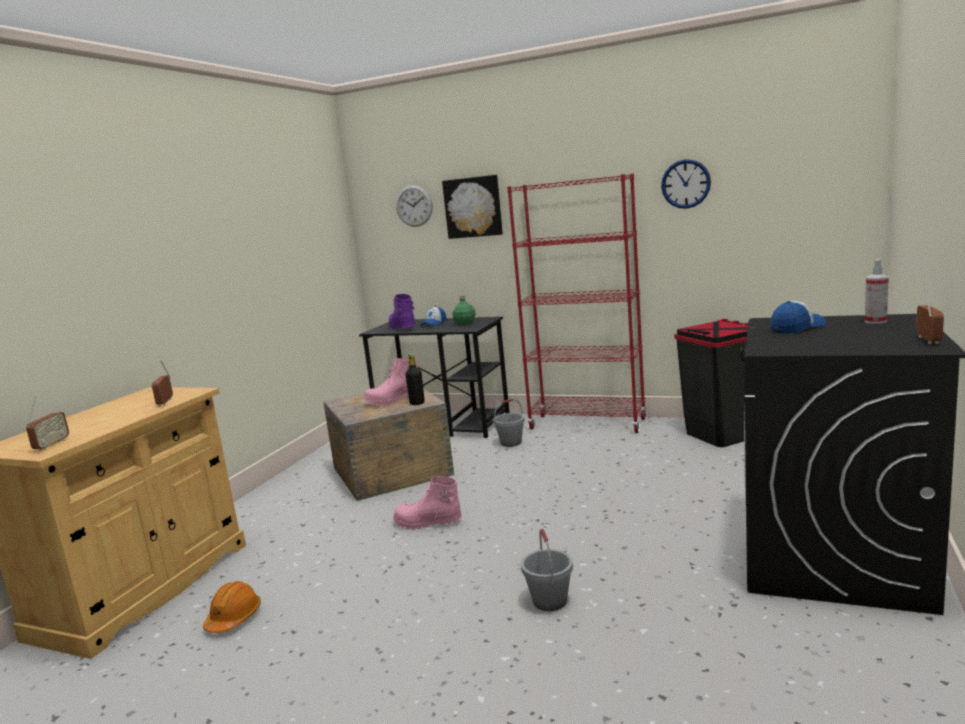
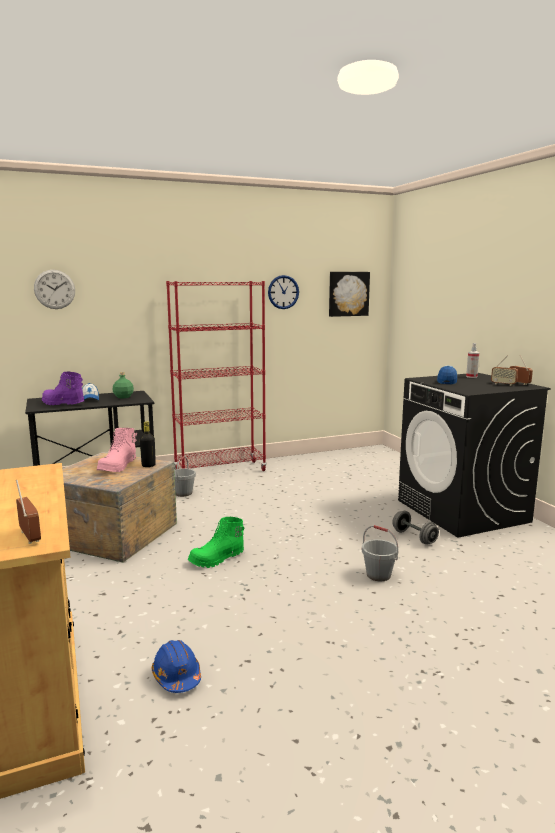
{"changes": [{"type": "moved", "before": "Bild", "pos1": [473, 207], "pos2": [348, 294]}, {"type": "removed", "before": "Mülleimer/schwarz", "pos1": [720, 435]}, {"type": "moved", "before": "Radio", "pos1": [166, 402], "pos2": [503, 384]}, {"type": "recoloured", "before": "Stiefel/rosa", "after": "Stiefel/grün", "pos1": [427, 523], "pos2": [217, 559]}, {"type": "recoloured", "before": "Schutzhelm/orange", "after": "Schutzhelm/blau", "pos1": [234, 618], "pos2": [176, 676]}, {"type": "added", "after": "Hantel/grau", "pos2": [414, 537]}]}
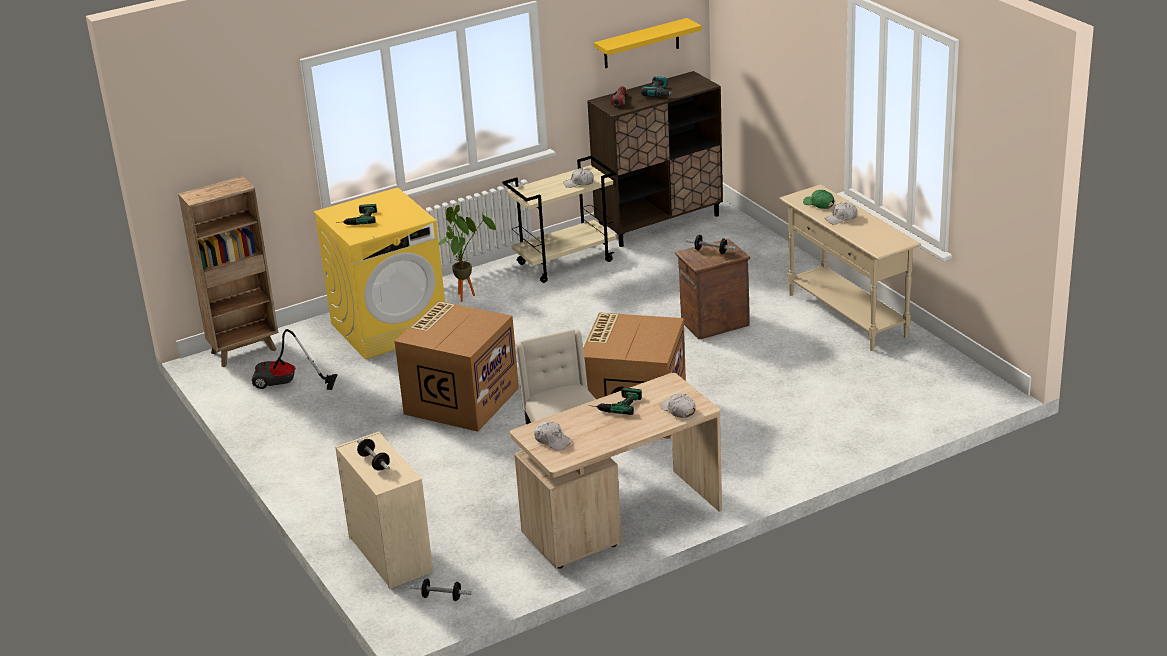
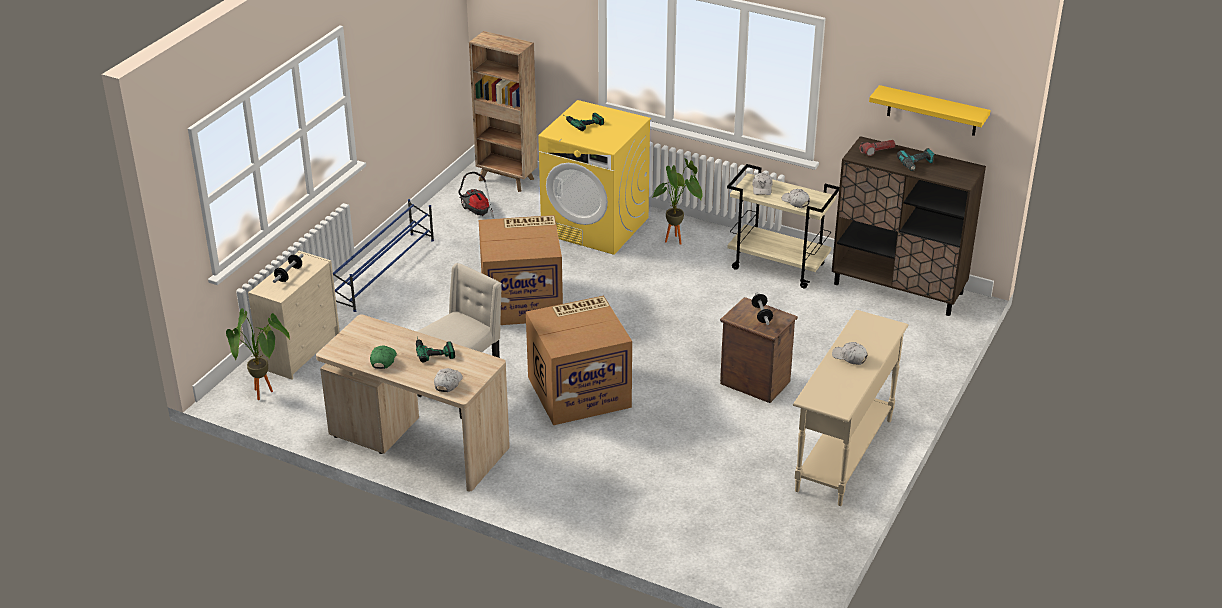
{"changes": [{"type": "moved", "before": "Kappe/grün", "pos1": [819, 204], "pos2": [383, 360]}, {"type": "moved", "before": "Kappe/weiß", "pos1": [553, 440], "pos2": [762, 188]}, {"type": "replaced", "before": "Hantel", "after": "Topfpflanze", "pos1": [442, 597], "pos2": [264, 396]}, {"type": "added", "after": "Schuhregal/blau", "pos2": [385, 271]}]}
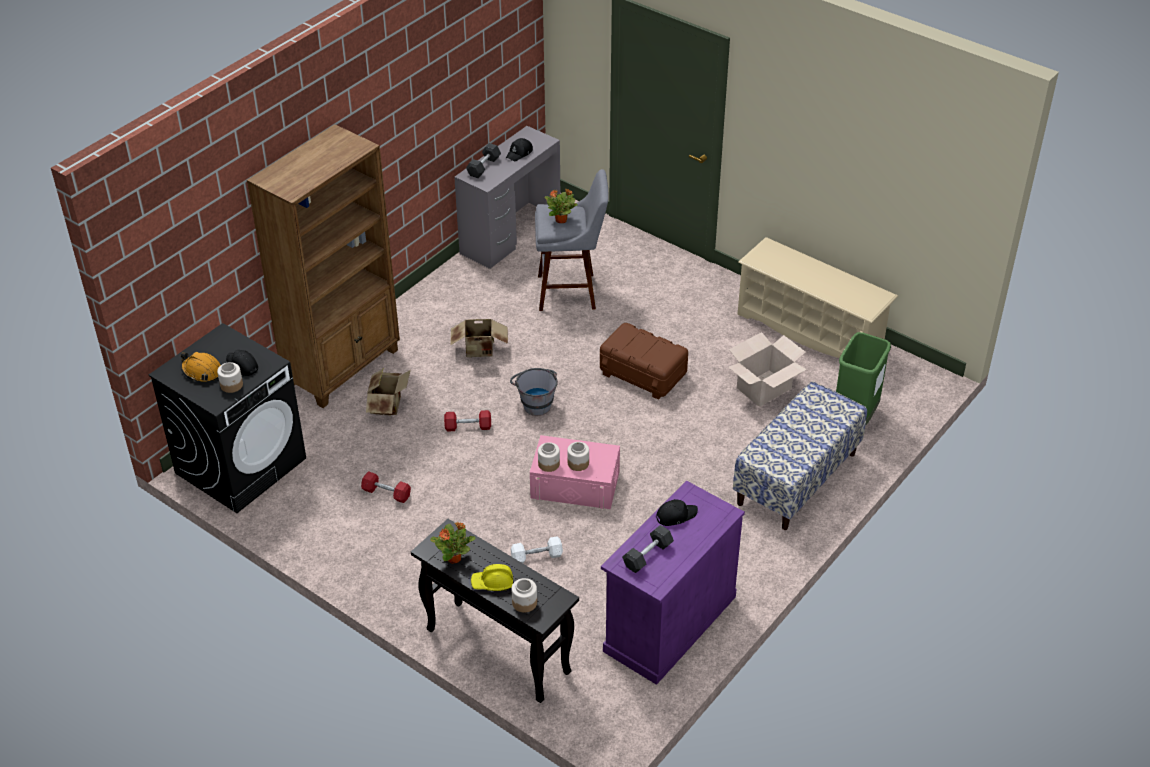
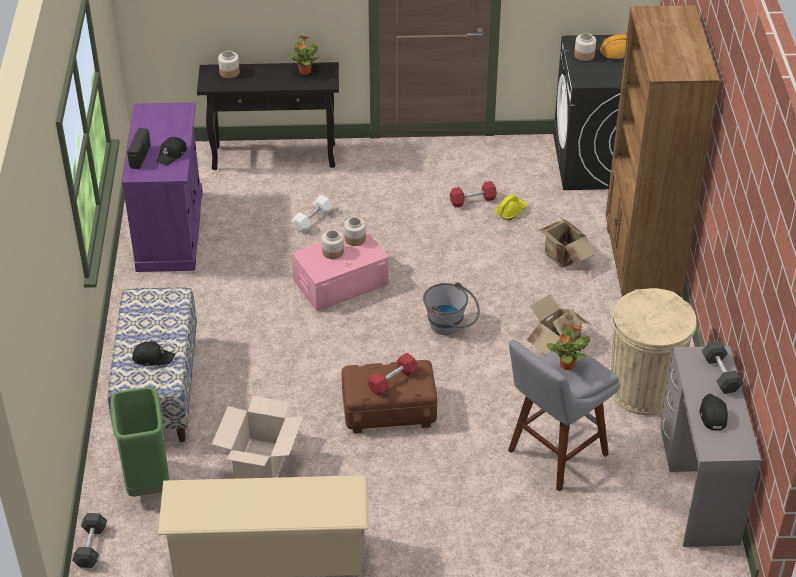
{"changes": [{"type": "moved", "before": "Kappe/schwarz", "pos1": [242, 365], "pos2": [152, 357]}, {"type": "moved", "before": "Hantel/rot", "pos1": [468, 427], "pos2": [392, 381]}, {"type": "moved", "before": "Hantel/grau", "pos1": [647, 555], "pos2": [91, 546]}, {"type": "moved", "before": "Schutzhelm/gelb", "pos1": [492, 583], "pos2": [510, 211]}, {"type": "added", "after": "Radio", "pos2": [140, 157]}, {"type": "added", "after": "Mülleimer/beige", "pos2": [643, 390]}]}
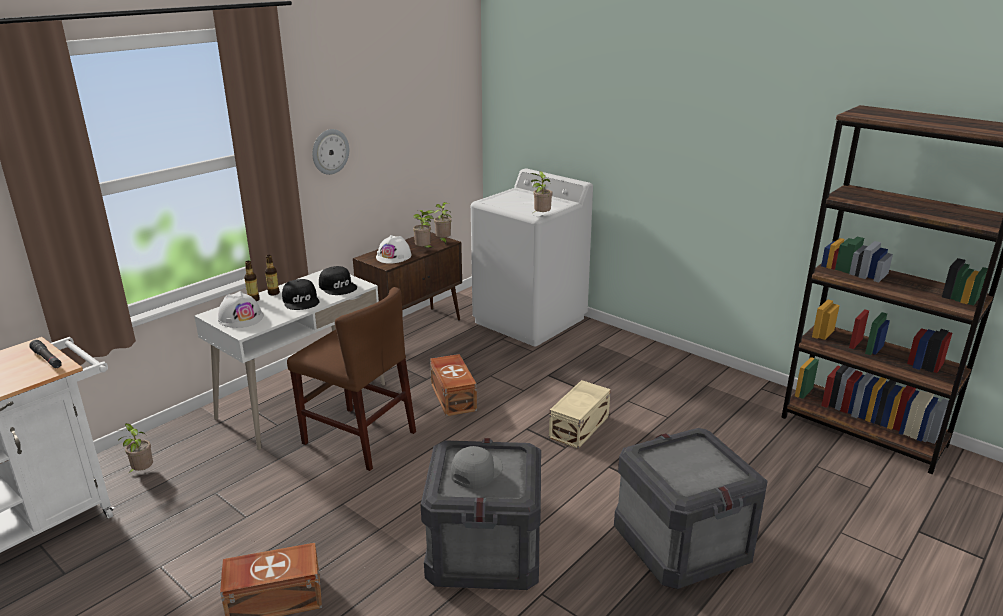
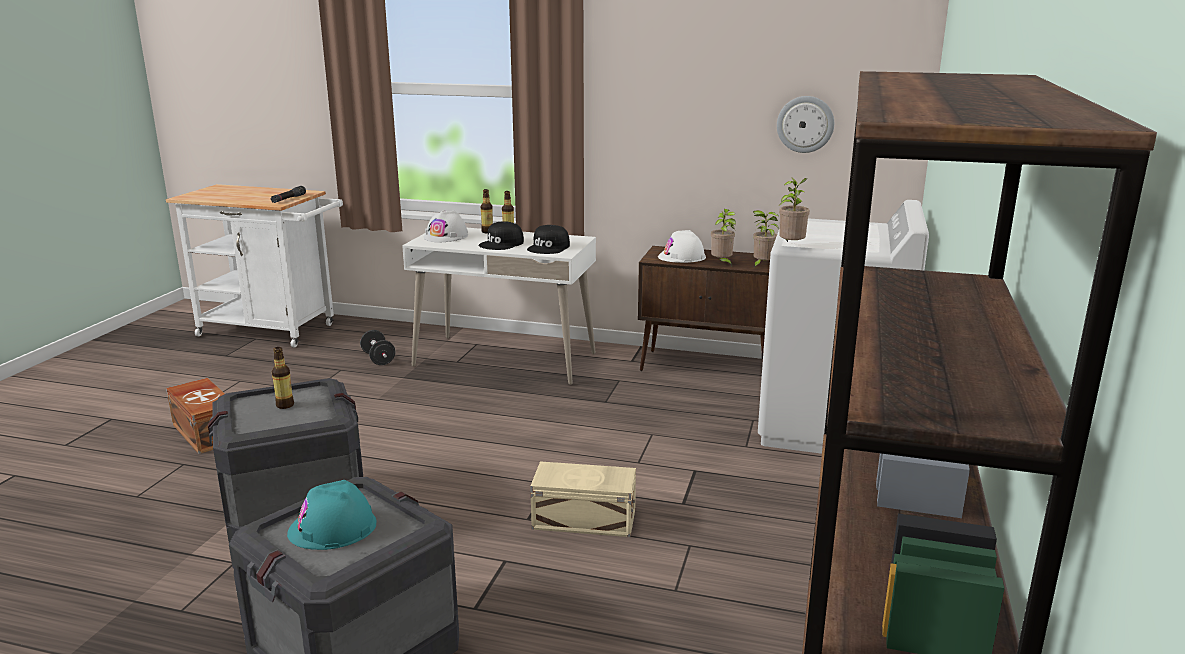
{"changes": [{"type": "moved", "before": "Wanduhr", "pos1": [330, 151], "pos2": [805, 124]}, {"type": "removed", "before": "Stuhl/braun", "pos1": [359, 437]}, {"type": "removed", "before": "Aufbewahrungsbox/braun", "pos1": [454, 396]}, {"type": "removed", "before": "Topfpflanze", "pos1": [142, 471]}, {"type": "replaced", "before": "Kappe/grau", "after": "Flasche", "pos1": [476, 471], "pos2": [285, 405]}, {"type": "added", "after": "Hantel/schwarz", "pos2": [378, 359]}, {"type": "added", "after": "Schutzhelm/türkis", "pos2": [332, 528]}]}
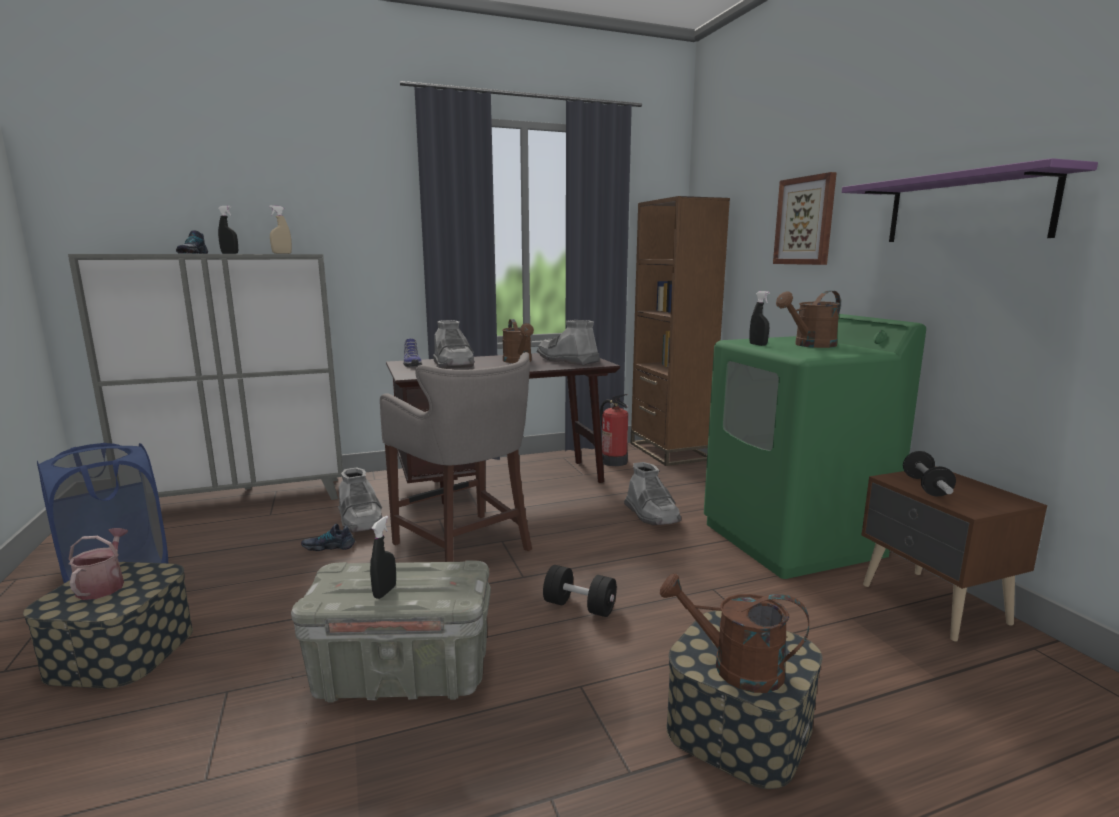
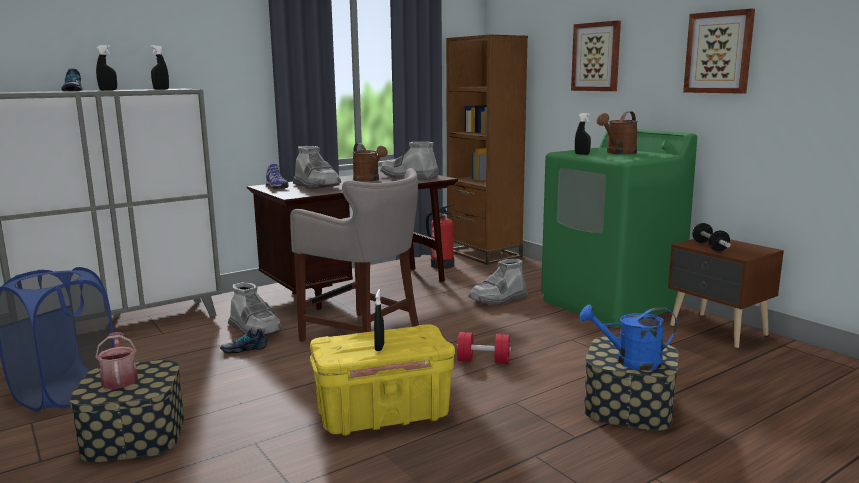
{"changes": [{"type": "replaced", "before": "Wandregal/lila", "after": "Bild", "pos1": [966, 209], "pos2": [719, 52]}, {"type": "recoloured", "before": "Sprühflasche/beige", "after": "Sprühflasche/schwarz", "pos1": [282, 253], "pos2": [161, 89]}, {"type": "turned", "before": "Stiefel/grau", "pos1": [652, 515], "pos2": [498, 299], "turn": 90}, {"type": "recoloured", "before": "Aufbewahrungsbox/grau", "after": "Aufbewahrungsbox/gelb", "pos1": [401, 675], "pos2": [382, 415]}, {"type": "recoloured", "before": "Hantel/schwarz", "after": "Hantel/rot", "pos1": [579, 606], "pos2": [483, 361]}, {"type": "recoloured", "before": "Gießkanne/braun", "after": "Gießkanne/blau", "pos1": [734, 668], "pos2": [630, 361]}]}
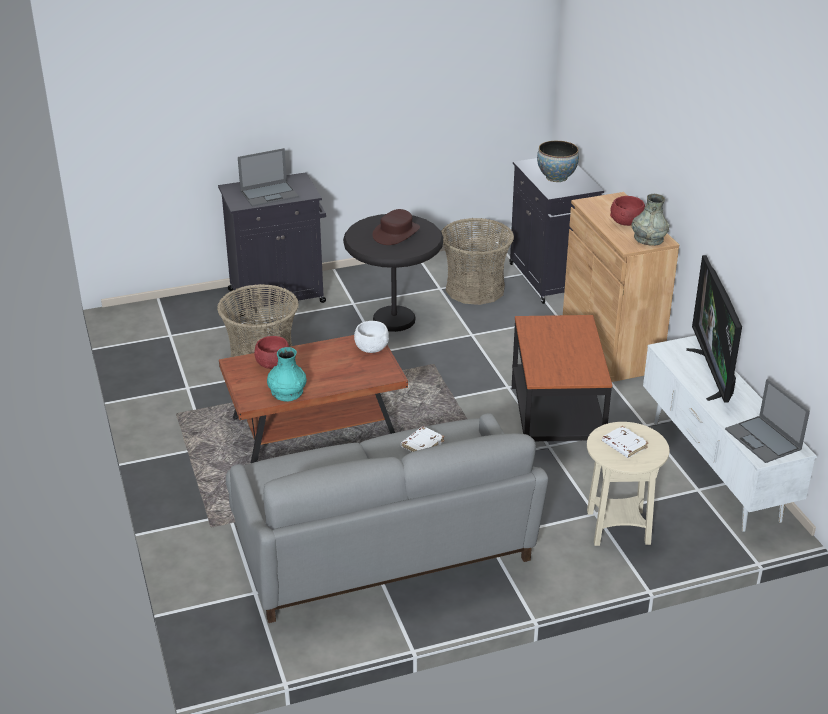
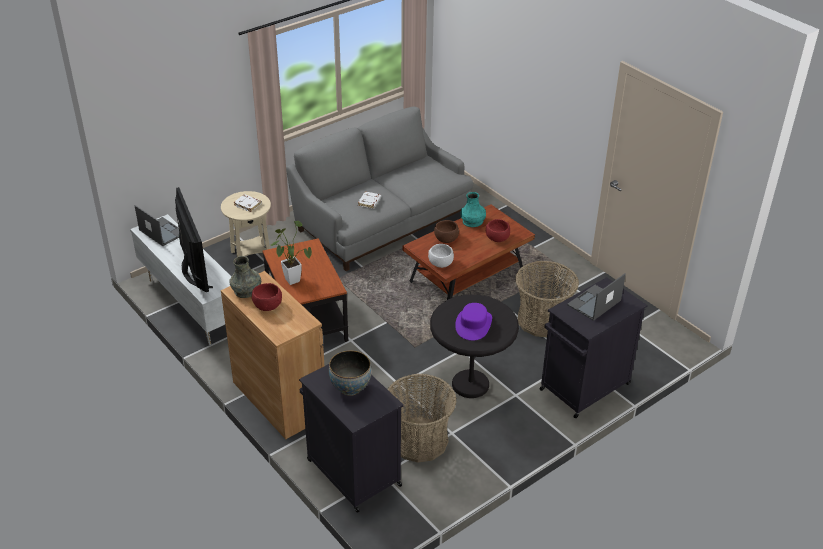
{"changes": [{"type": "recoloured", "before": "Hut/braun", "after": "Hut/lila", "pos1": [396, 233], "pos2": [473, 324]}, {"type": "added", "after": "Schüssel/braun", "pos2": [445, 239]}, {"type": "added", "after": "Topfpflanze", "pos2": [291, 278]}]}
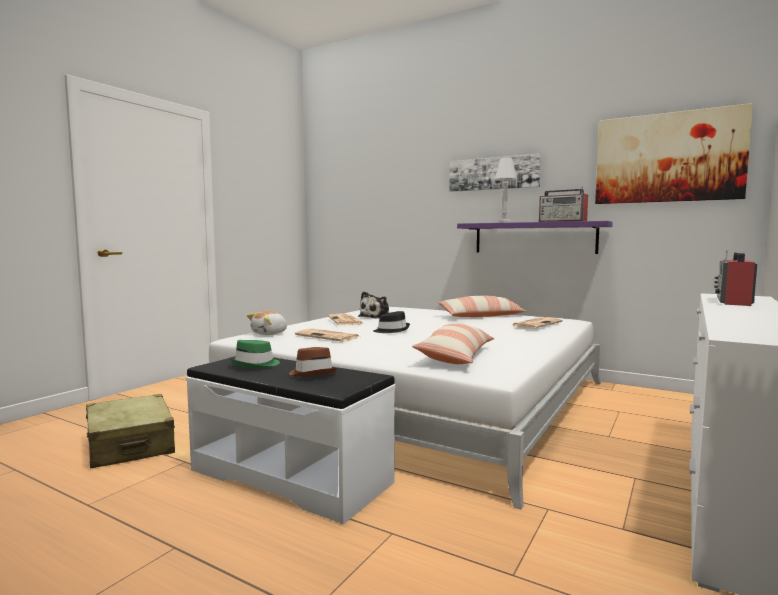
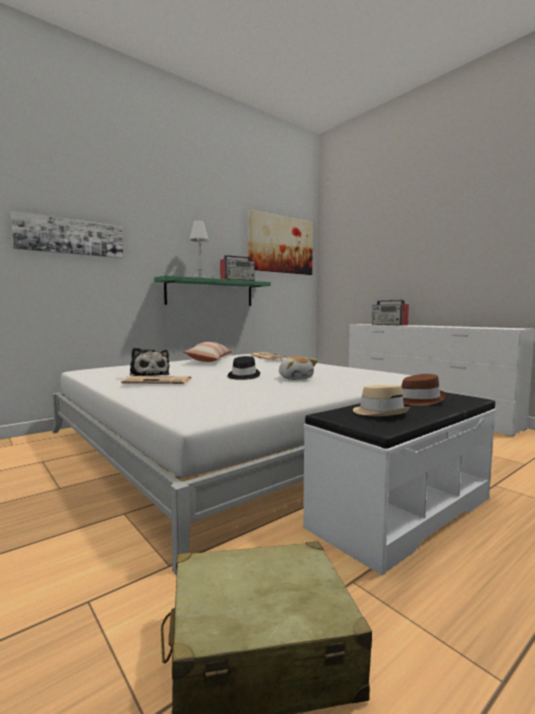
{"changes": [{"type": "moved", "before": "Bild", "pos1": [493, 173], "pos2": [70, 237]}, {"type": "recoloured", "before": "Wandregal/lila", "after": "Wandregal/grün", "pos1": [534, 238], "pos2": [210, 293]}, {"type": "moved", "before": "Plüschtier", "pos1": [270, 334], "pos2": [295, 378]}, {"type": "removed", "before": "Kissen", "pos1": [456, 356]}, {"type": "removed", "before": "Zeitung", "pos1": [328, 336]}, {"type": "recoloured", "before": "Hut/grün", "after": "Hut/beige", "pos1": [256, 364], "pos2": [380, 412]}]}
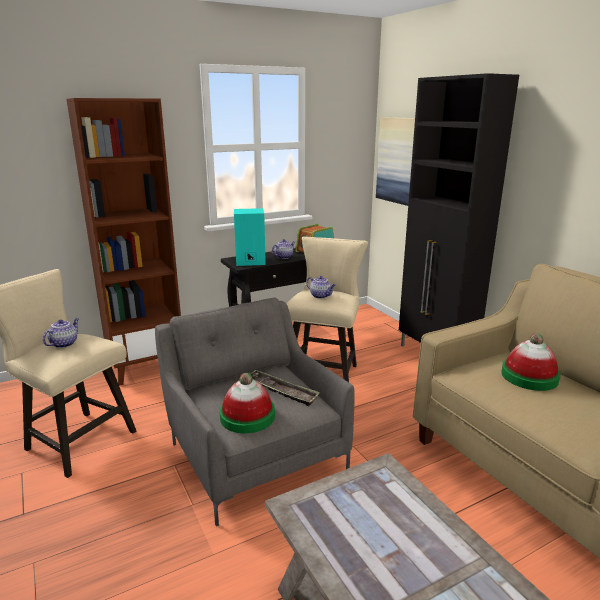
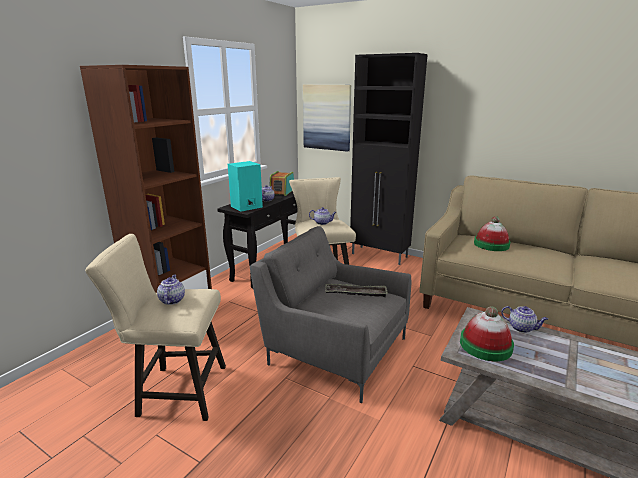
{"changes": [{"type": "moved", "before": "Hut", "pos1": [247, 416], "pos2": [485, 345]}, {"type": "added", "after": "Teekanne", "pos2": [522, 328]}]}
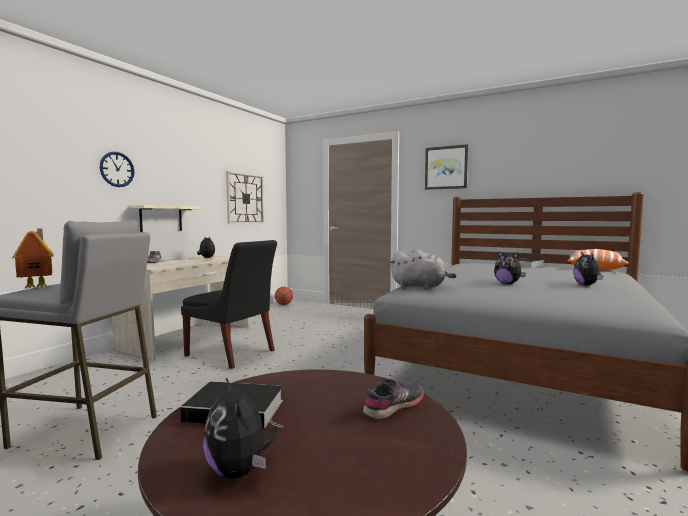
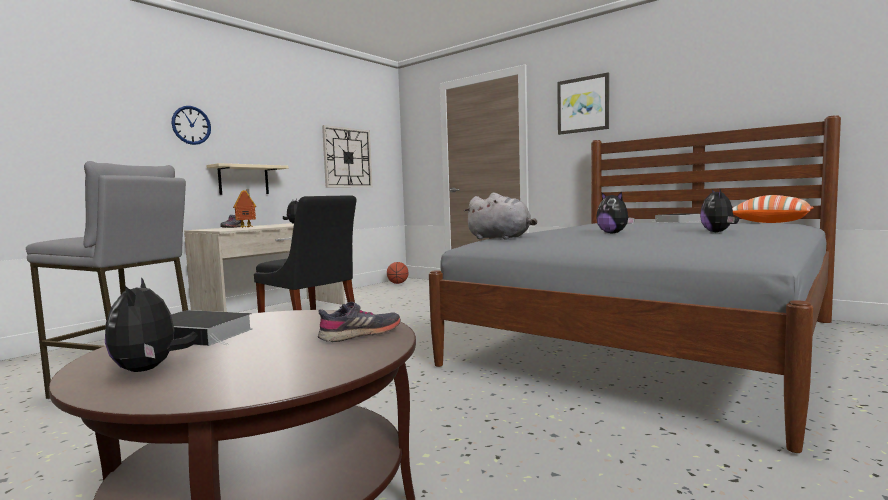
{"changes": [{"type": "moved", "before": "Spielzeughaus", "pos1": [38, 287], "pos2": [247, 228]}]}
